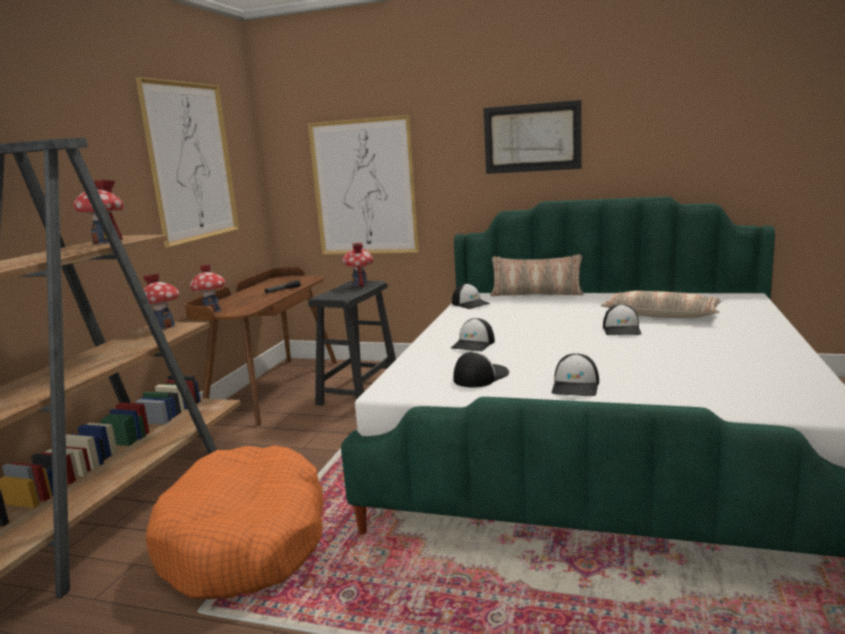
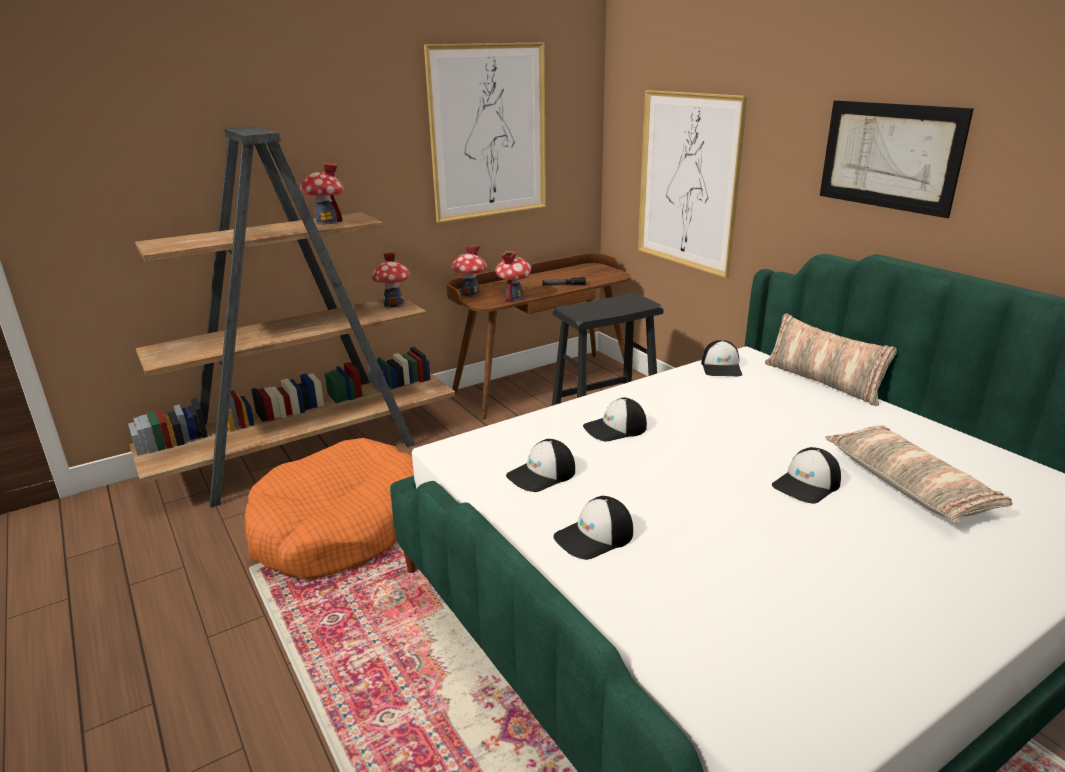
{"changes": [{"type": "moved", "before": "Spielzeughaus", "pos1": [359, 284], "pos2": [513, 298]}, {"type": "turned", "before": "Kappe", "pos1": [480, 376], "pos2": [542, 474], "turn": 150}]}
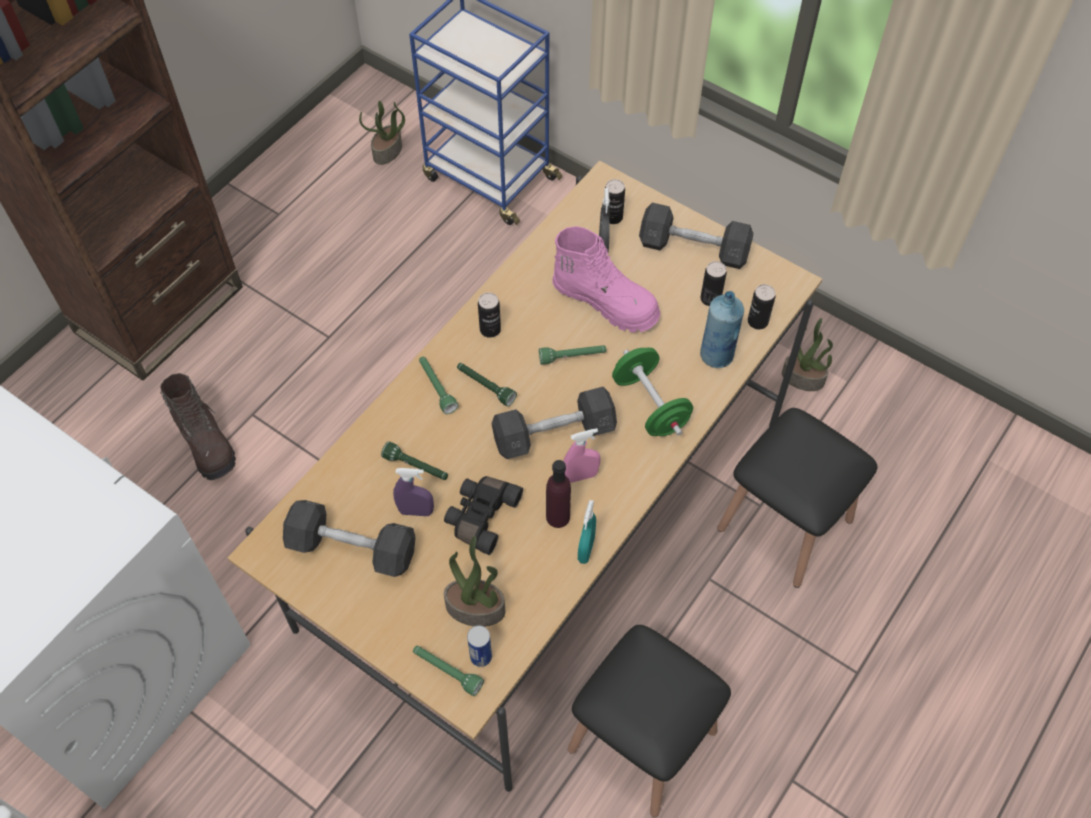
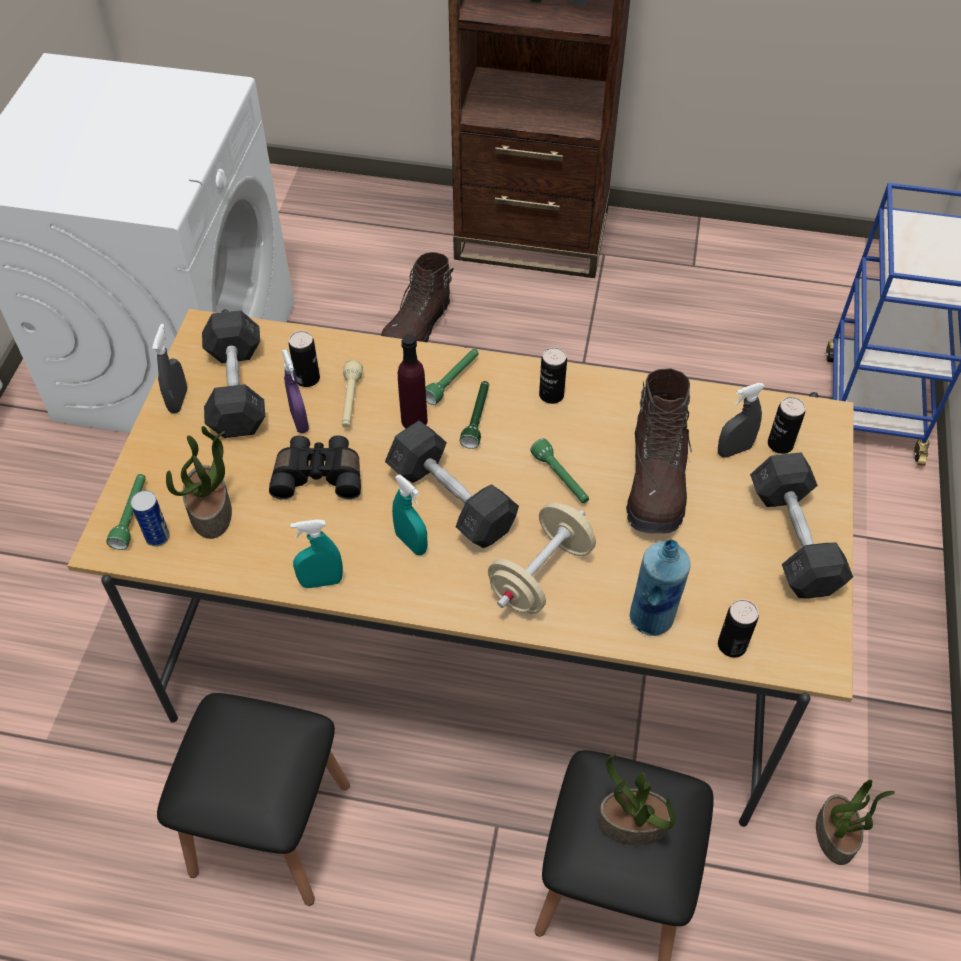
{"changes": [{"type": "moved", "before": "Topfpflanze", "pos1": [388, 152], "pos2": [632, 824]}, {"type": "recoloured", "before": "Stiefel/rosa", "after": "Stiefel/braun", "pos1": [606, 301], "pos2": [656, 481]}, {"type": "moved", "before": "Dose", "pos1": [710, 298], "pos2": [307, 378]}, {"type": "recoloured", "before": "Hantel/grün", "after": "Hantel/beige", "pos1": [650, 405], "pos2": [541, 575]}, {"type": "recoloured", "before": "Sprühflasche/rosa", "after": "Sprühflasche/türkis", "pos1": [580, 476], "pos2": [411, 543]}, {"type": "recoloured", "before": "Taschenlampe/grün", "after": "Taschenlampe/beige", "pos1": [416, 467], "pos2": [350, 401]}, {"type": "moved", "before": "Flasche/lila", "pos1": [558, 517], "pos2": [414, 420]}, {"type": "added", "after": "Sprühflasche/grau", "pos2": [178, 401]}]}
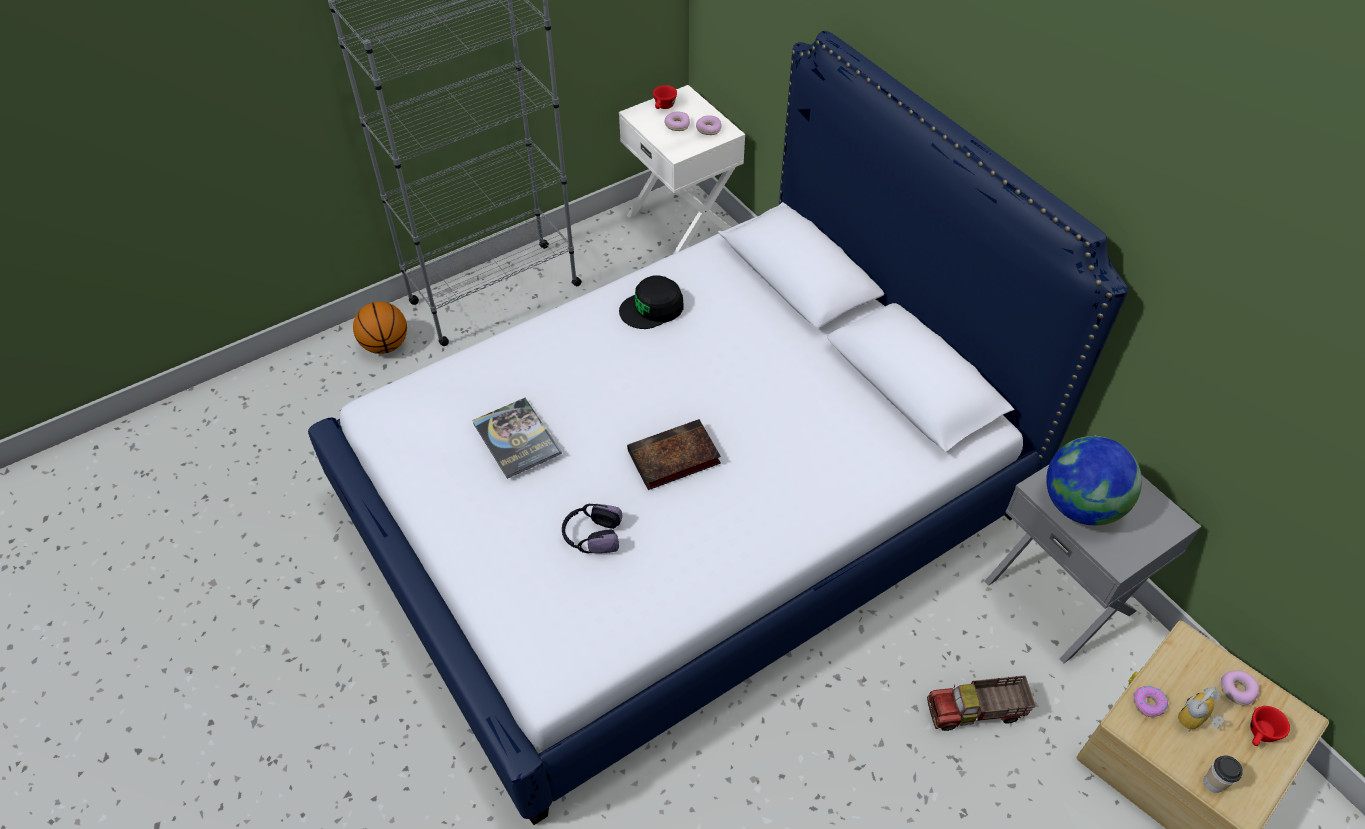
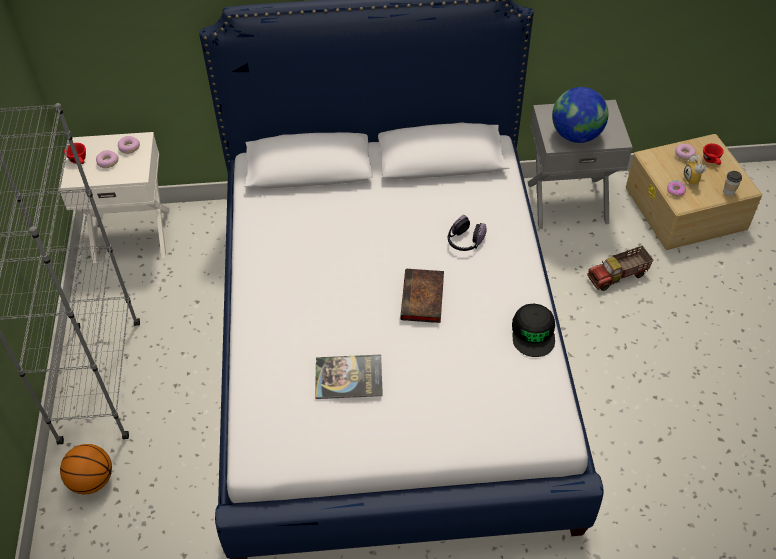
{"changes": [{"type": "moved", "before": "Kappe/schwarz", "pos1": [652, 308], "pos2": [533, 333]}, {"type": "moved", "before": "Kopfhörer", "pos1": [592, 535], "pos2": [464, 241]}, {"type": "turned", "before": "Spielzeuglaster", "pos1": [976, 711], "pos2": [618, 276], "turn": 45}]}
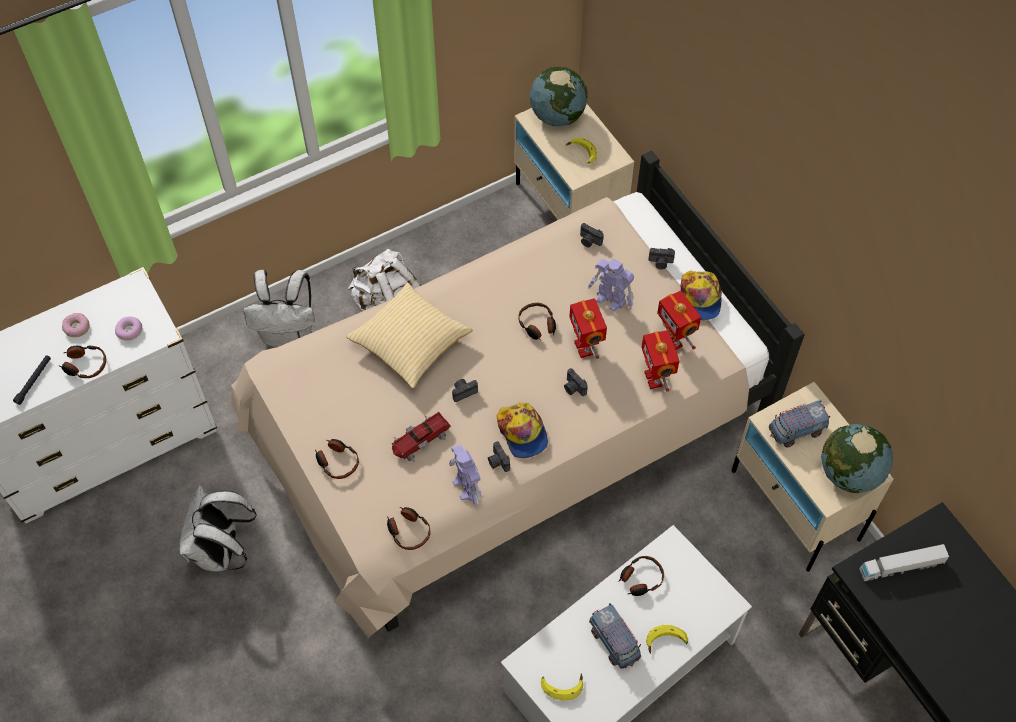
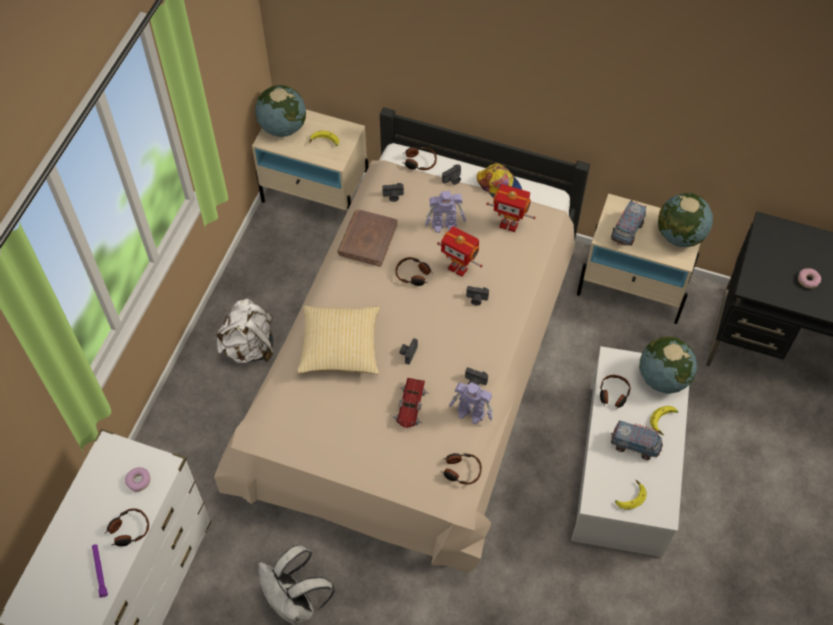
{"changes": [{"type": "removed", "before": "Rucksack/weiß", "pos1": [289, 334]}, {"type": "moved", "before": "Donut", "pos1": [77, 327], "pos2": [808, 280]}, {"type": "removed", "before": "Spielzeugroboter", "pos1": [655, 379]}, {"type": "recoloured", "before": "Taschenlampe/schwarz", "after": "Taschenlampe/lila", "pos1": [34, 381], "pos2": [100, 571]}, {"type": "removed", "before": "Kappe", "pos1": [522, 432]}, {"type": "moved", "before": "Kopfhörer", "pos1": [337, 461], "pos2": [419, 162]}, {"type": "removed", "before": "Spielzeuglaster", "pos1": [901, 567]}, {"type": "added", "after": "Buch/braun", "pos2": [367, 239]}, {"type": "added", "after": "Globus", "pos2": [662, 378]}]}
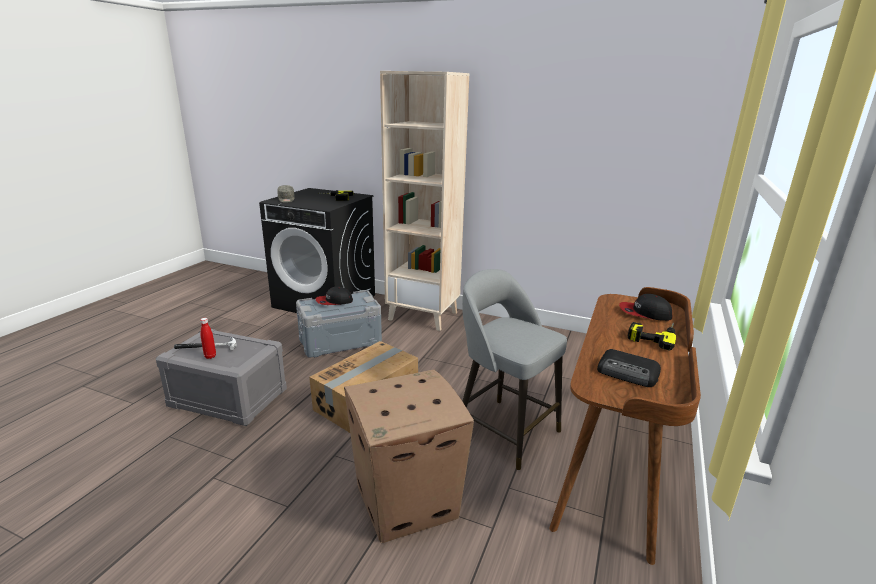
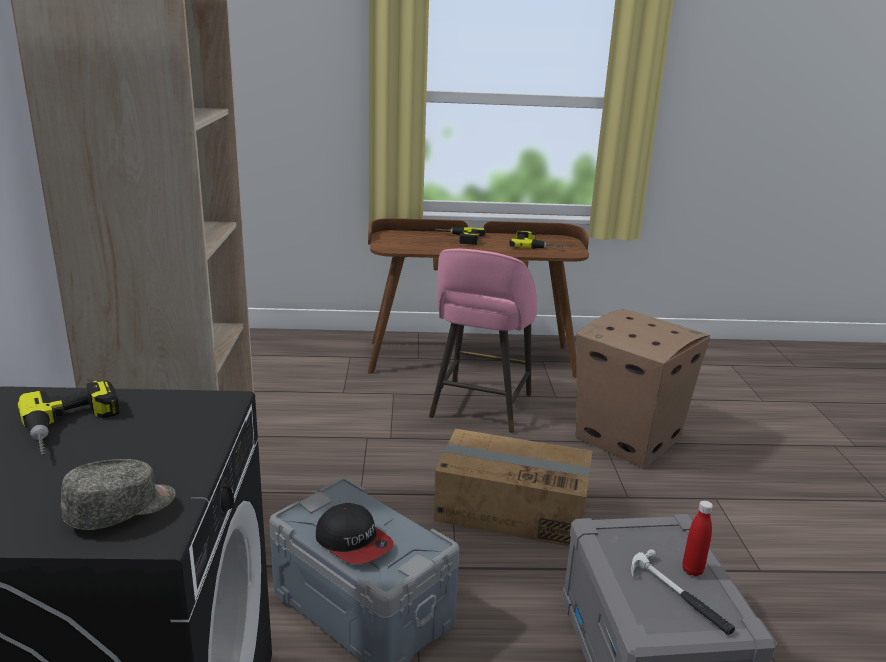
{"changes": [{"type": "recoloured", "before": "Hocker/grau", "after": "Hocker/rosa", "pos1": [504, 430], "pos2": [480, 407]}, {"type": "removed", "before": "Kappe", "pos1": [644, 313]}, {"type": "replaced", "before": "Radio", "after": "Bohrmaschine", "pos1": [628, 373], "pos2": [536, 245]}]}
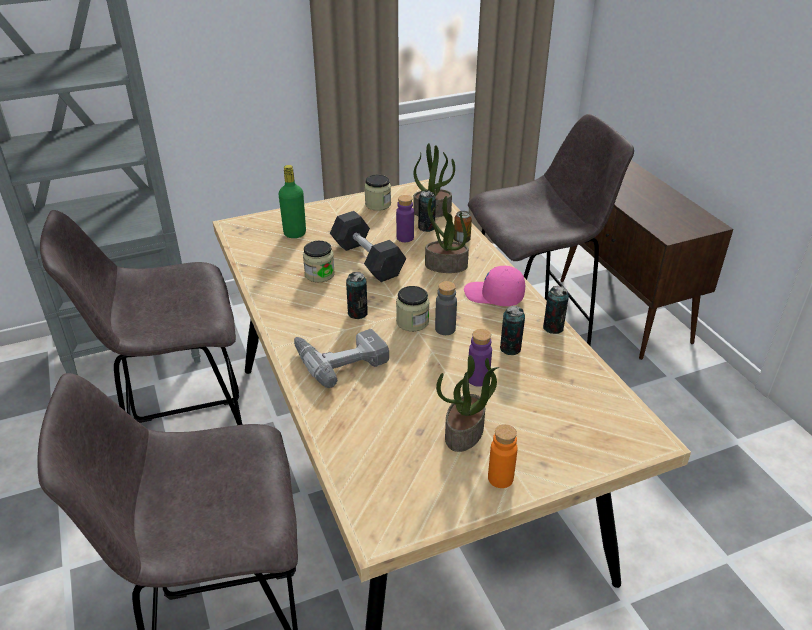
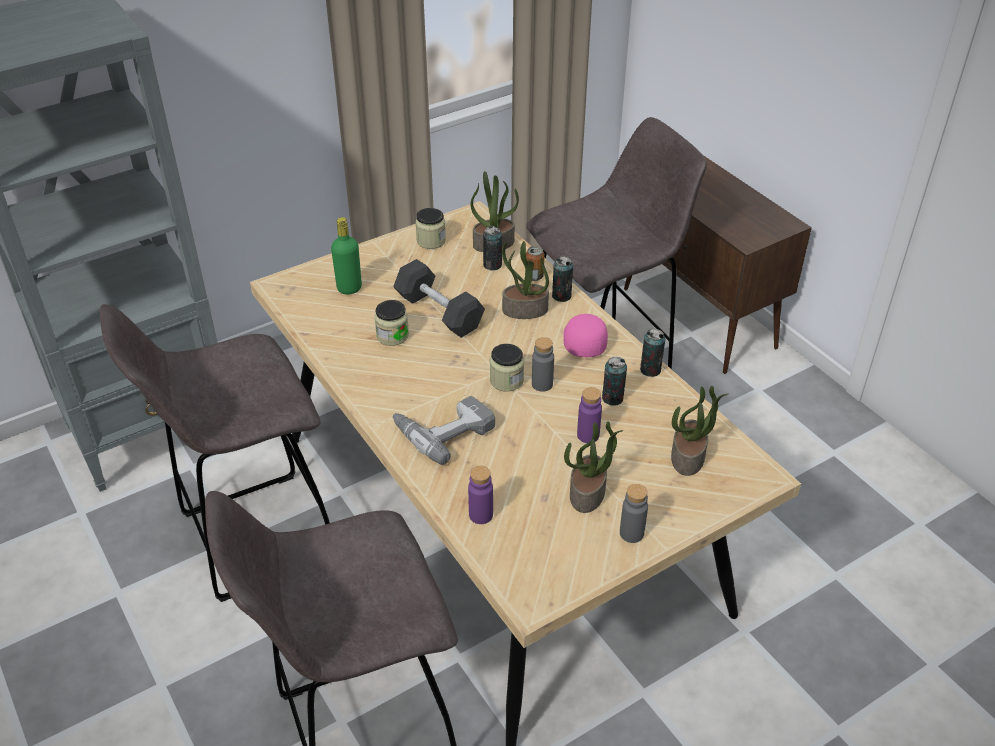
{"changes": [{"type": "moved", "before": "Flasche/lila", "pos1": [405, 238], "pos2": [481, 515]}, {"type": "turned", "before": "Kappe/rosa", "pos1": [493, 296], "pos2": [583, 340], "turn": 75}, {"type": "moved", "before": "Dose", "pos1": [357, 313], "pos2": [561, 296]}, {"type": "recoloured", "before": "Flasche/orange", "after": "Flasche/grau", "pos1": [500, 478], "pos2": [631, 533]}, {"type": "added", "after": "Topfpflanze", "pos2": [688, 457]}]}
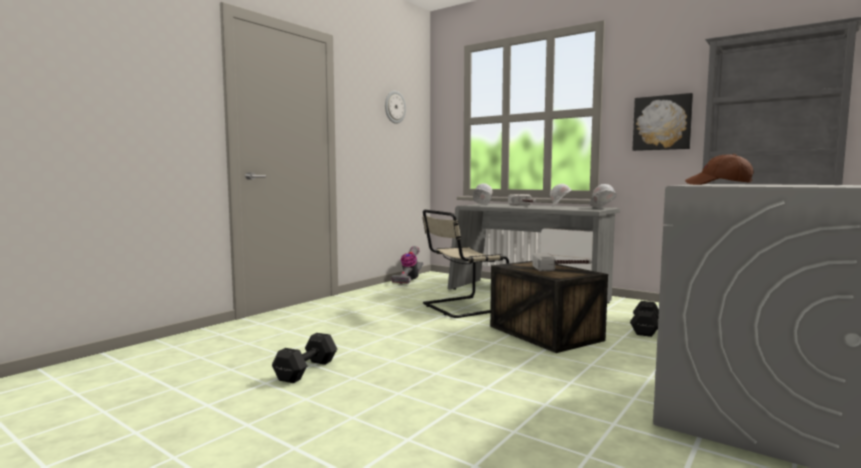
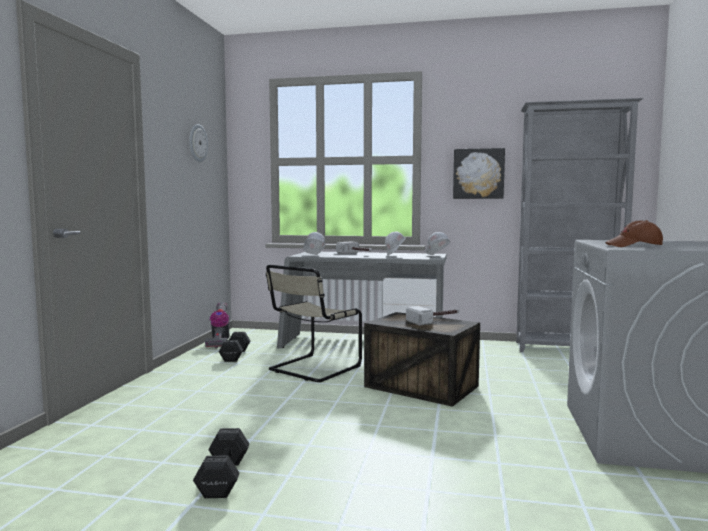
{"changes": [{"type": "moved", "before": "Hantel/schwarz", "pos1": [646, 328], "pos2": [236, 355]}]}
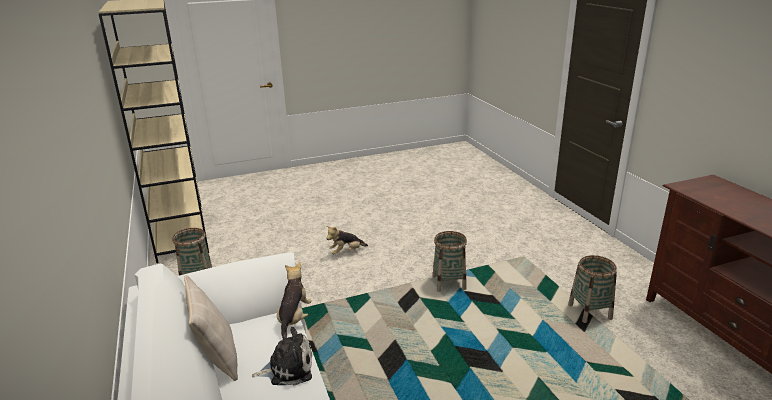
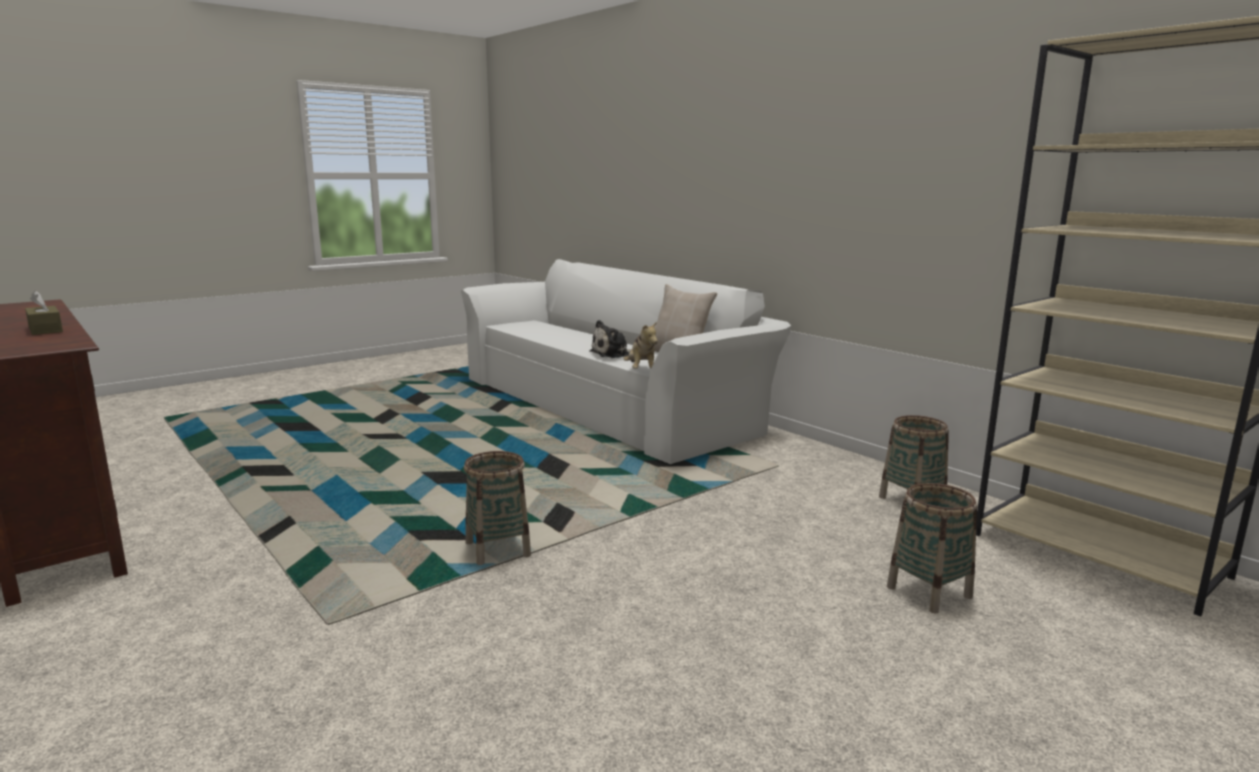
{"changes": [{"type": "removed", "before": "Plüschtier", "pos1": [346, 252]}, {"type": "moved", "before": "Korb", "pos1": [589, 312], "pos2": [929, 592]}, {"type": "added", "after": "Taschentuchbox/braun", "pos2": [45, 330]}]}
